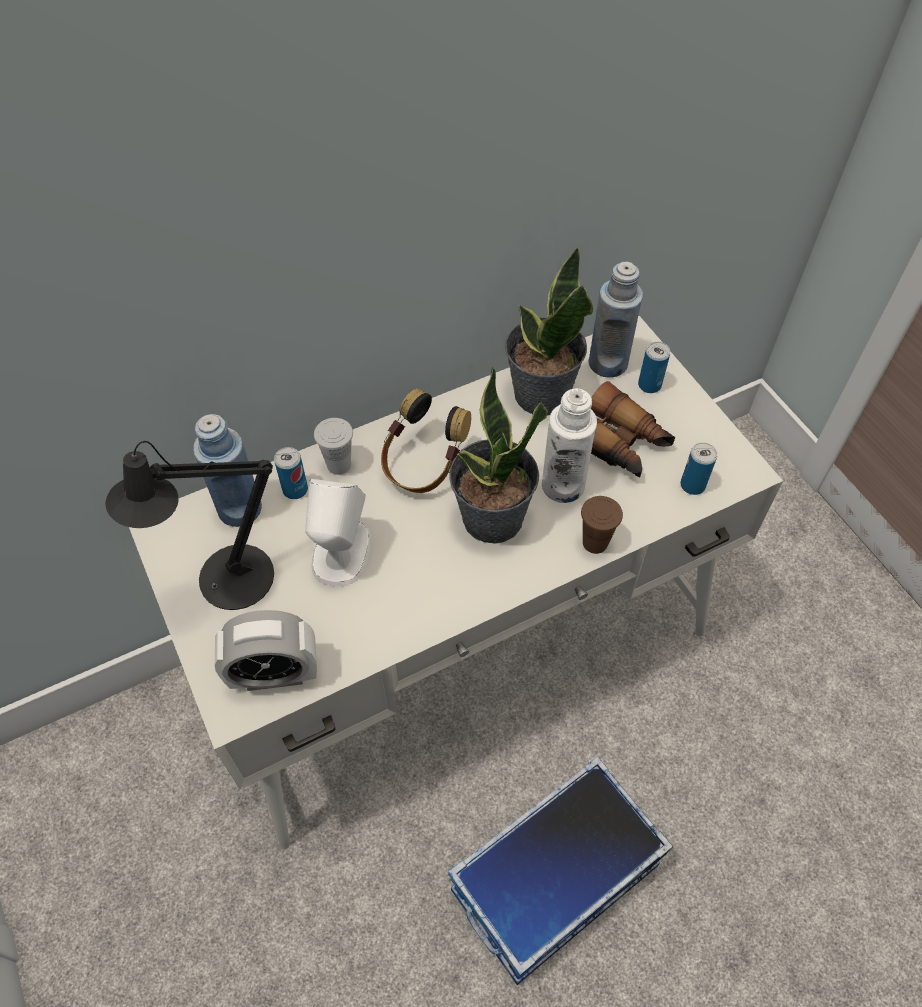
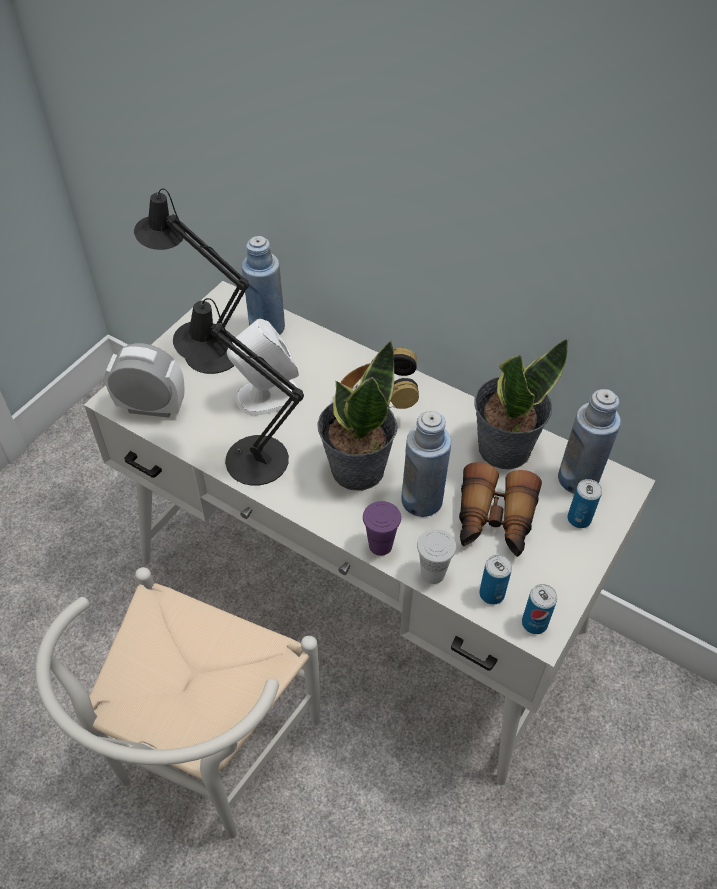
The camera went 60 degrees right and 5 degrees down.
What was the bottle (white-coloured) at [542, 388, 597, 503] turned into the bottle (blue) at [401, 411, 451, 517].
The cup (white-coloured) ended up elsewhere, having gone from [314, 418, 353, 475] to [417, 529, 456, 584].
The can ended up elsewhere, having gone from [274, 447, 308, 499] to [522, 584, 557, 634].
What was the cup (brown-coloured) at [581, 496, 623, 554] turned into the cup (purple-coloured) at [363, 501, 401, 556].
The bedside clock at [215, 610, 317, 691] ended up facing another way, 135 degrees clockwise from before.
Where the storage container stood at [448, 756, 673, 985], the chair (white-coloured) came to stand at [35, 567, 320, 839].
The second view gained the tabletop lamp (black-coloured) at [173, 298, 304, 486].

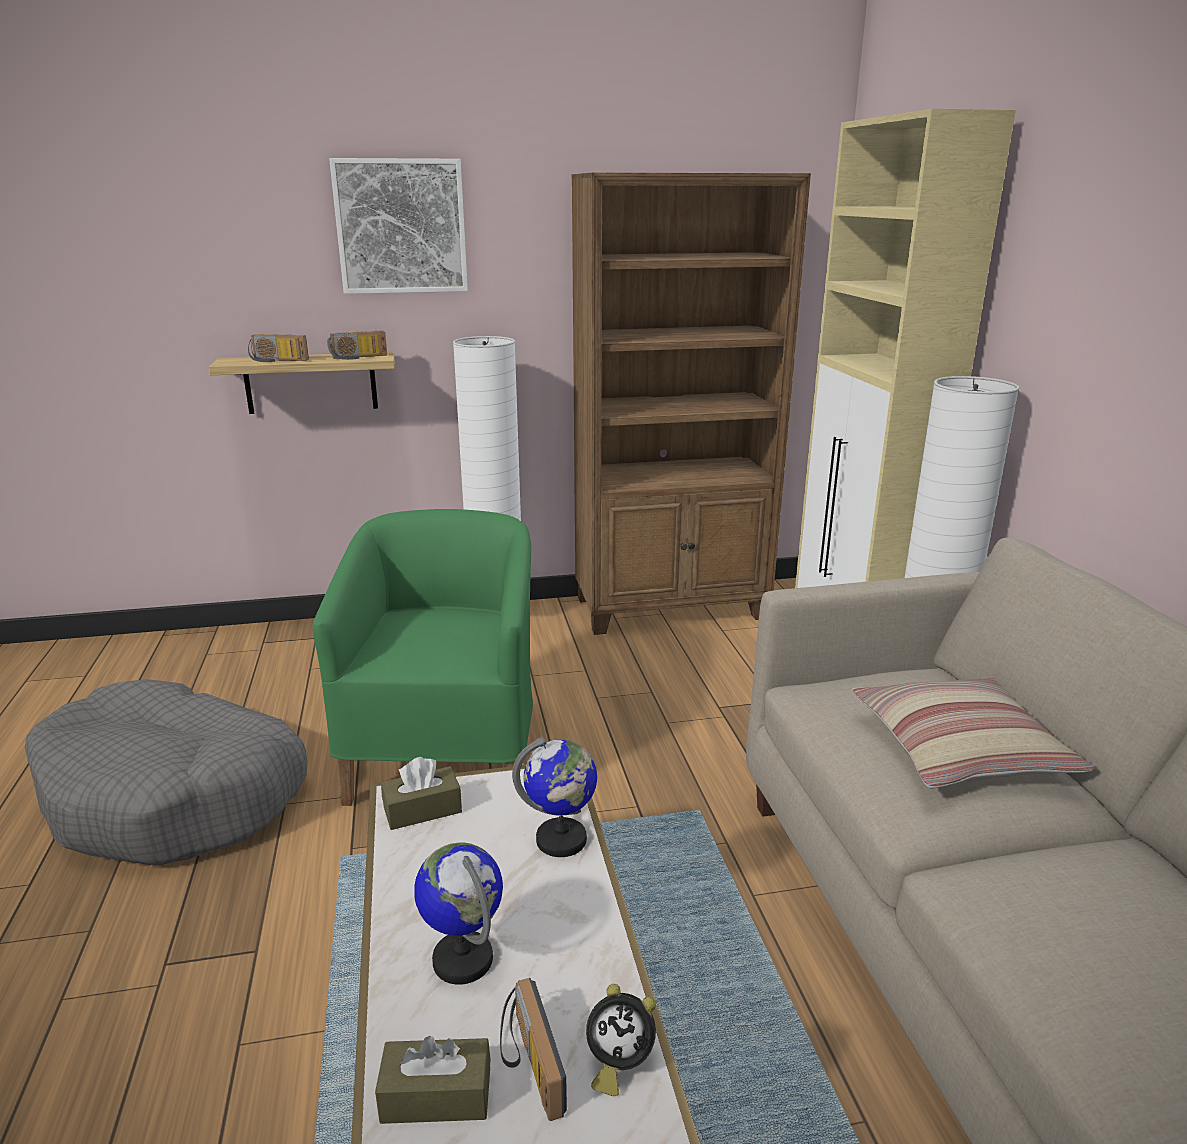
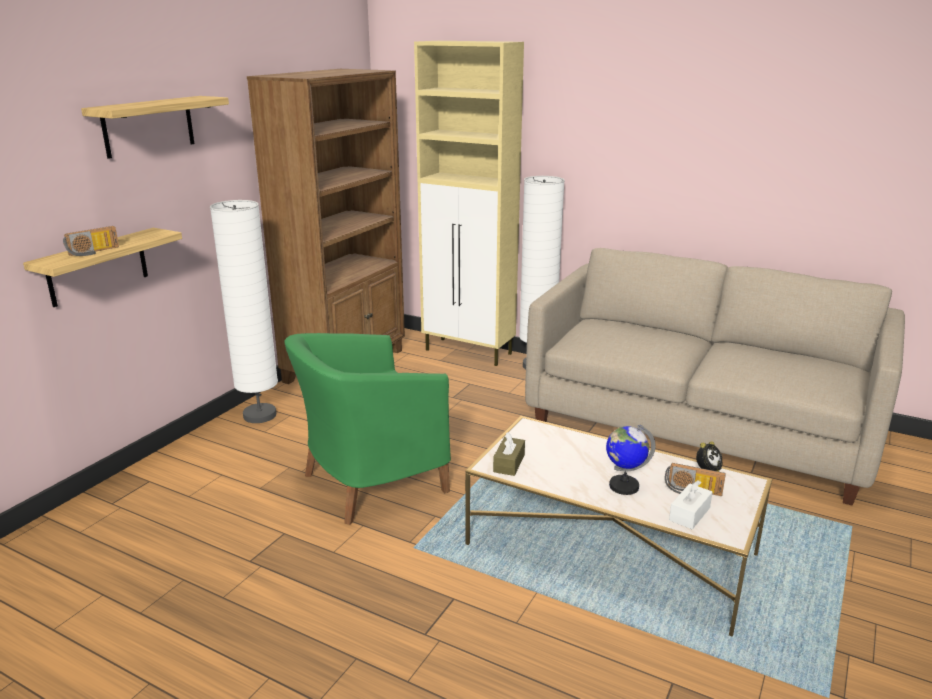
The camera went 50 degrees left and 0 degrees up.
Where the wall art hung at [329, 158, 468, 294], the wall shelf came to hang at [81, 96, 229, 159].
The second view lost the radio set at [327, 330, 387, 360].
The armchair (green-coloured) at [312, 509, 533, 806] ended up facing another way, 75 degrees counterclockwise from before.
The second view lost the throw pillow at [851, 677, 1095, 789].
The second view lost the dog bed (greyish) at [25, 679, 307, 866].
The second view lost the globe at [512, 737, 597, 857].
What was the box of tissues (brown-coloured) at [375, 1036, 491, 1124] turned into the box of tissues (white-coloured) at [669, 480, 712, 529].

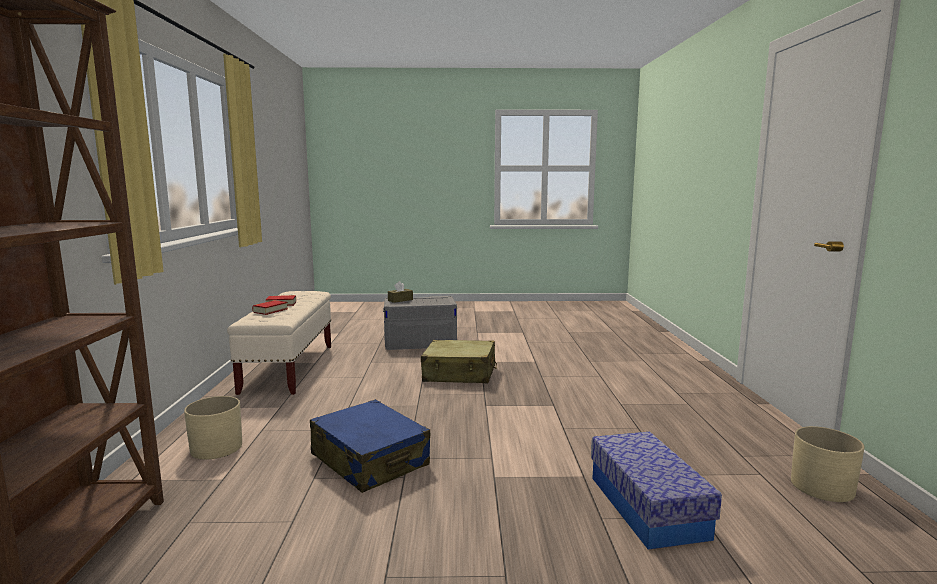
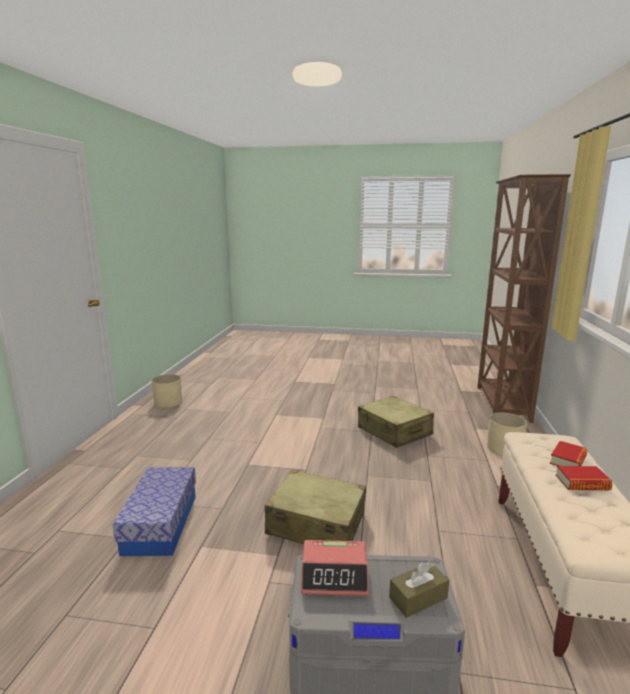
The camera went 170 degrees left and 5 degrees up.
What was the travel case (blue) at [310, 399, 430, 493] turned into the travel case (sand-coloured) at [358, 396, 434, 448].
The storage container ended up elsewhere, having gone from [591, 432, 722, 550] to [112, 467, 196, 556].
The second view gained the bedside clock at [301, 540, 369, 596].

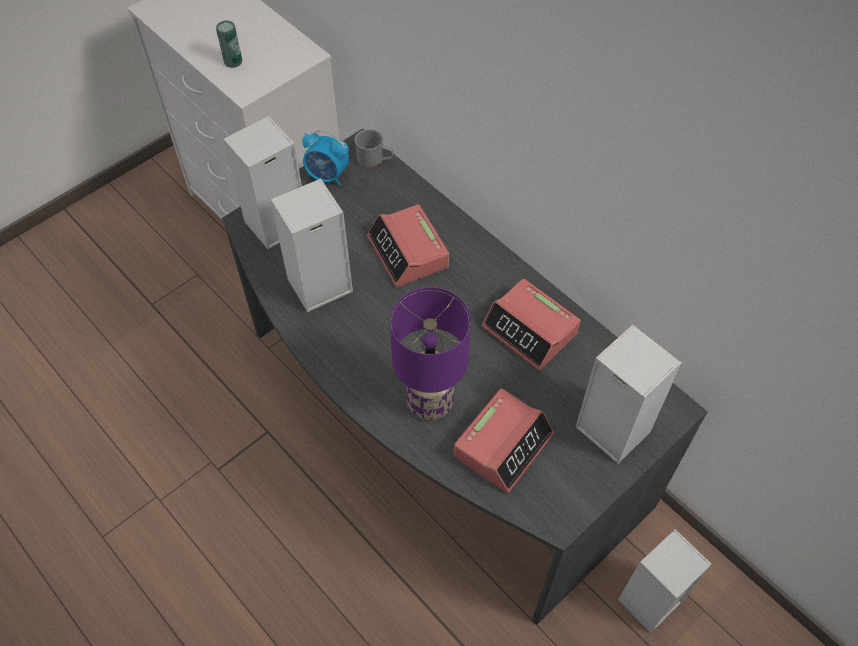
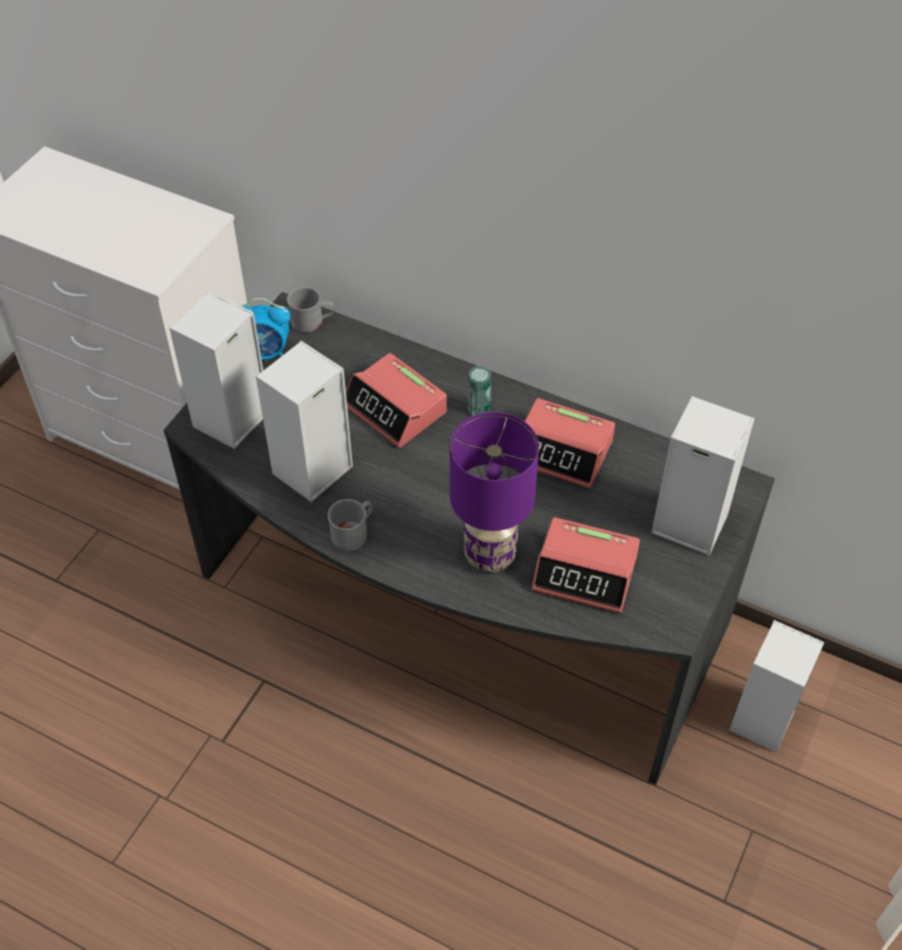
The camera went 20 degrees left and 5 degrees down.
The can ended up elsewhere, having gone from [216, 20, 242, 68] to [468, 366, 491, 416].
The bedside clock at [454, 389, 554, 493] ended up facing another way, 90 degrees clockwise from before.
The second view gained the coffee mug (greyish) at [328, 499, 373, 551].

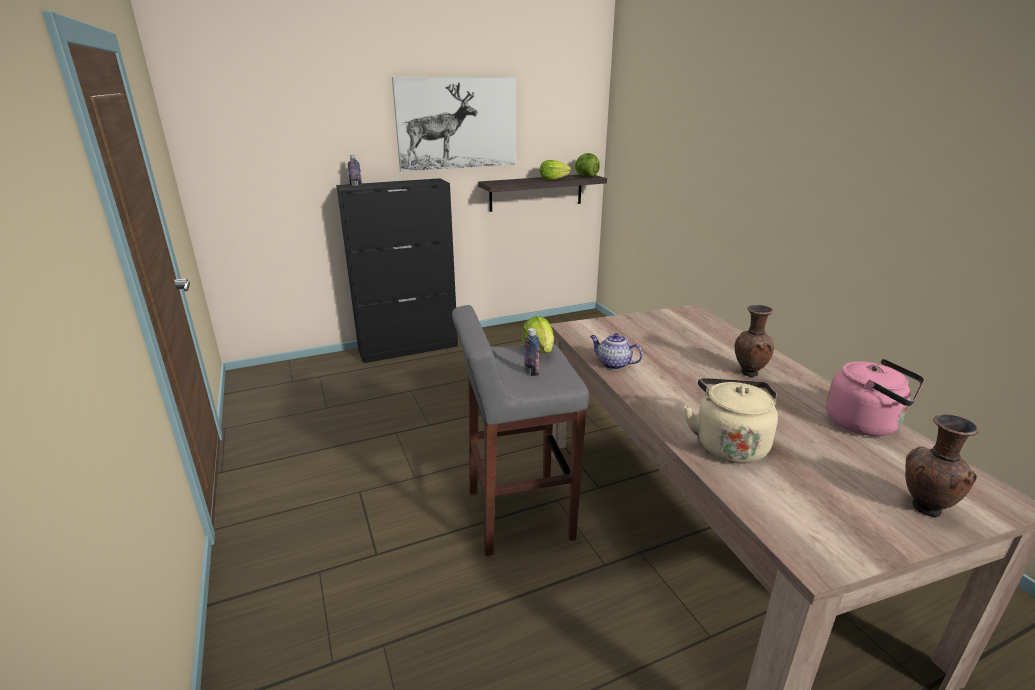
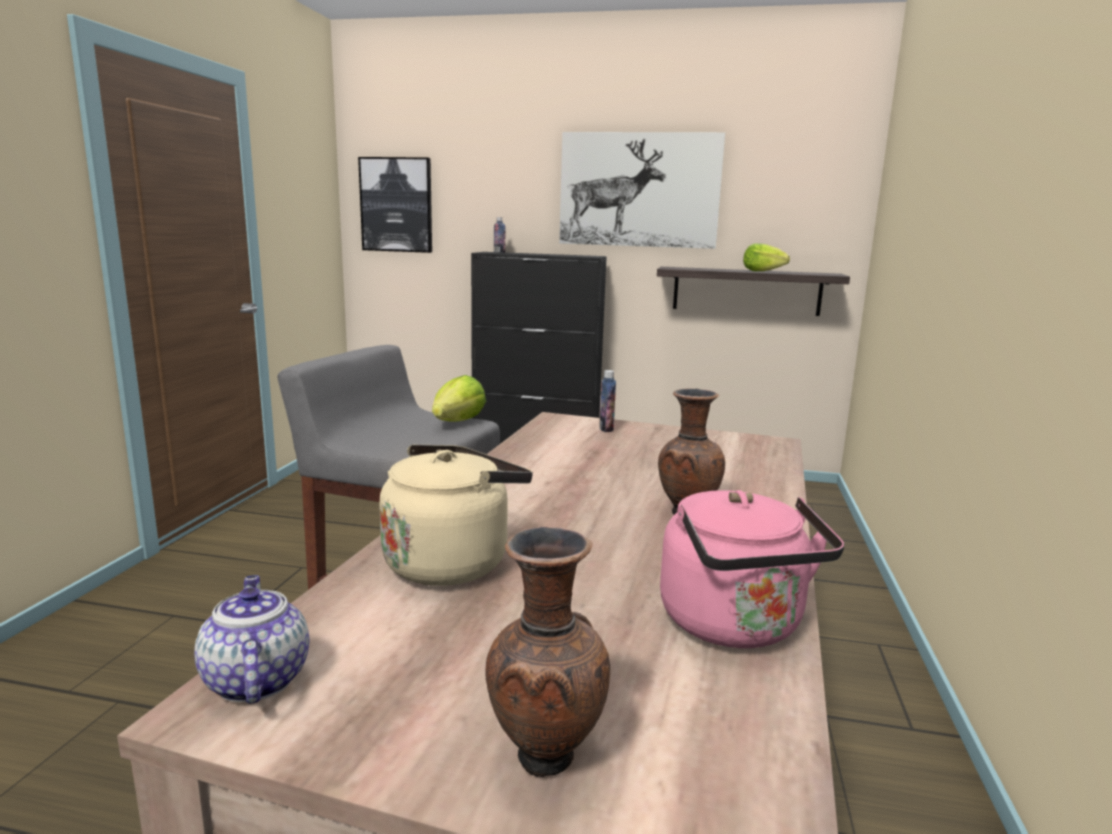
The camera went 35 degrees right and 10 degrees down.
The second view lost the lettuce at [573, 153, 600, 177].
The bottle ended up elsewhere, having gone from [524, 328, 539, 376] to [599, 370, 616, 432].
The teapot ended up elsewhere, having gone from [590, 333, 643, 370] to [194, 575, 310, 704].
The second view gained the wall art at [358, 157, 432, 253].

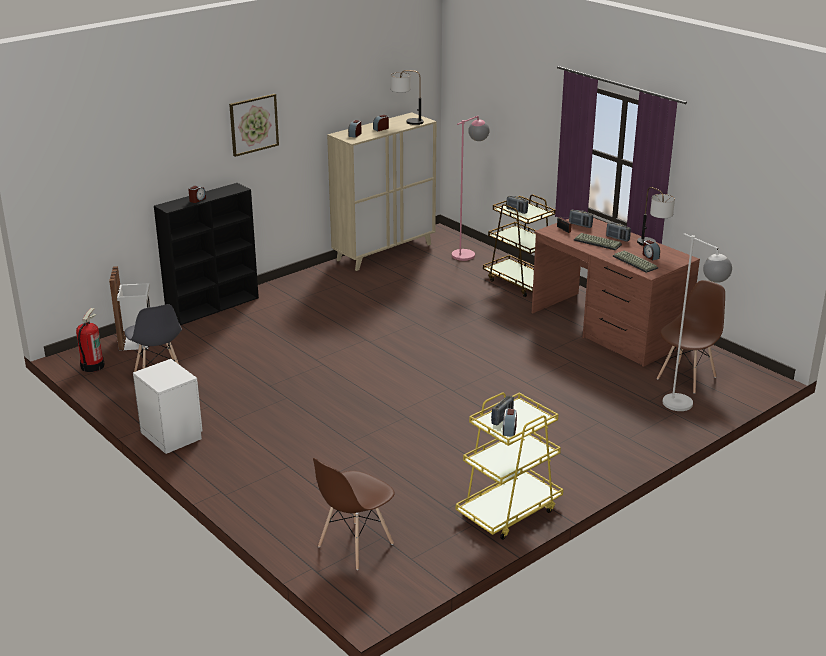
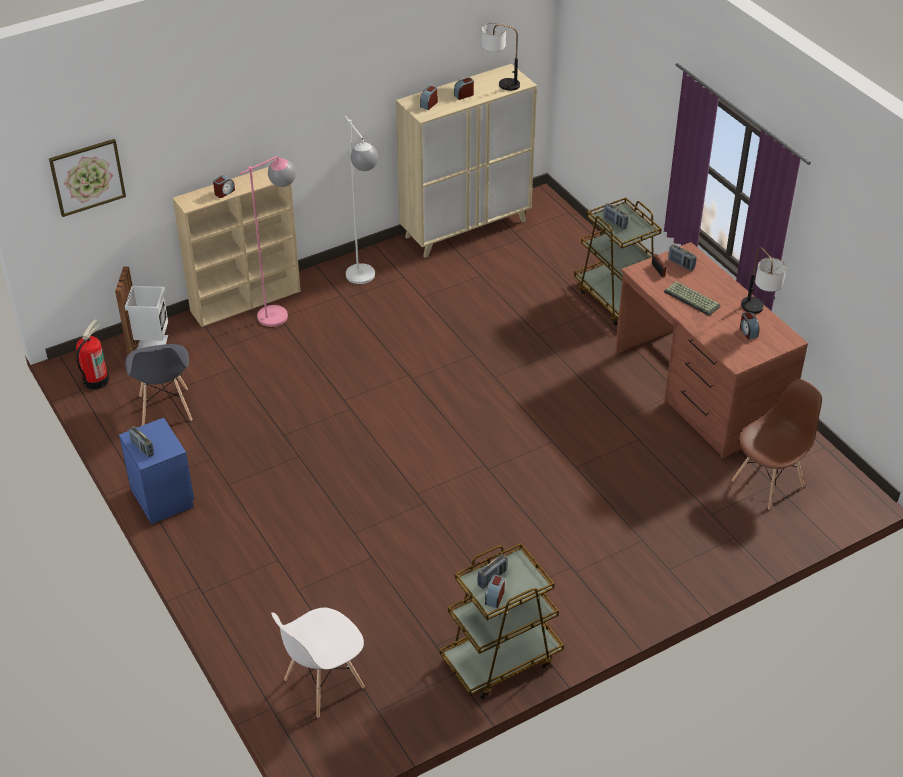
The camera went 10 degrees right and 15 degrees up.
The wall art ended up elsewhere, having gone from [229, 94, 279, 157] to [49, 139, 126, 217].
The floor lamp (pink-coloured) ended up elsewhere, having gone from [452, 116, 489, 261] to [240, 156, 296, 327].
What was the shelving unit (black-coloured) at [154, 183, 259, 325] turned into the shelving unit (sand-coloured) at [173, 167, 301, 327].
The radio set ended up elsewhere, having gone from [606, 222, 631, 242] to [129, 426, 154, 457].
The floor lamp (white-coloured) ended up elsewhere, having gone from [663, 233, 732, 411] to [345, 116, 378, 284].
The second view lost the computer keyboard at [613, 250, 658, 273].
What was the night table (white-coloured) at [133, 359, 203, 454] turned into the night table (blue) at [119, 418, 194, 524].
What was the cart (yellowish) at [456, 392, 563, 540] turned into the cart (brown-coloured) at [440, 543, 564, 699].
What was the chair (brown-coloured) at [313, 458, 395, 570] turned into the chair (white-coloured) at [271, 608, 365, 718].

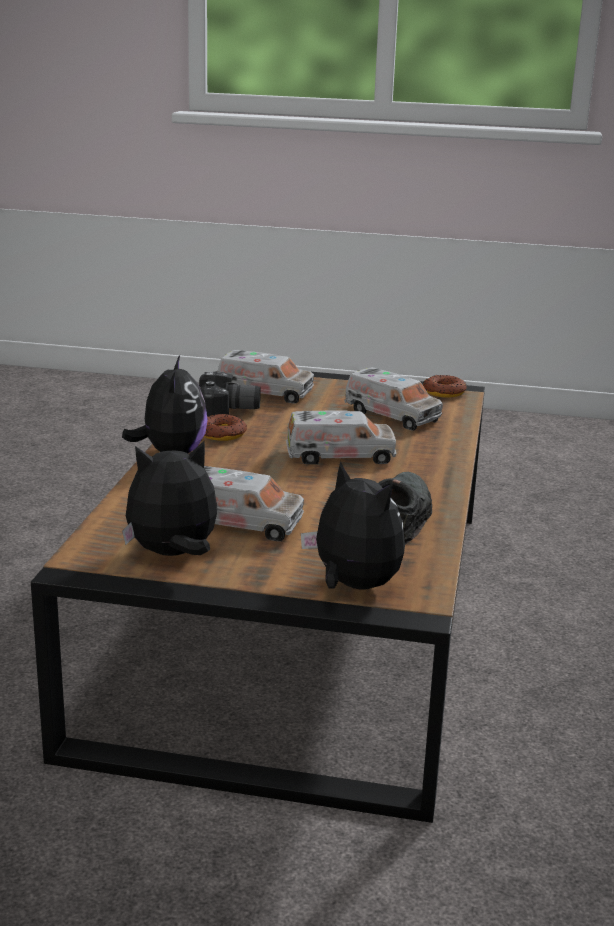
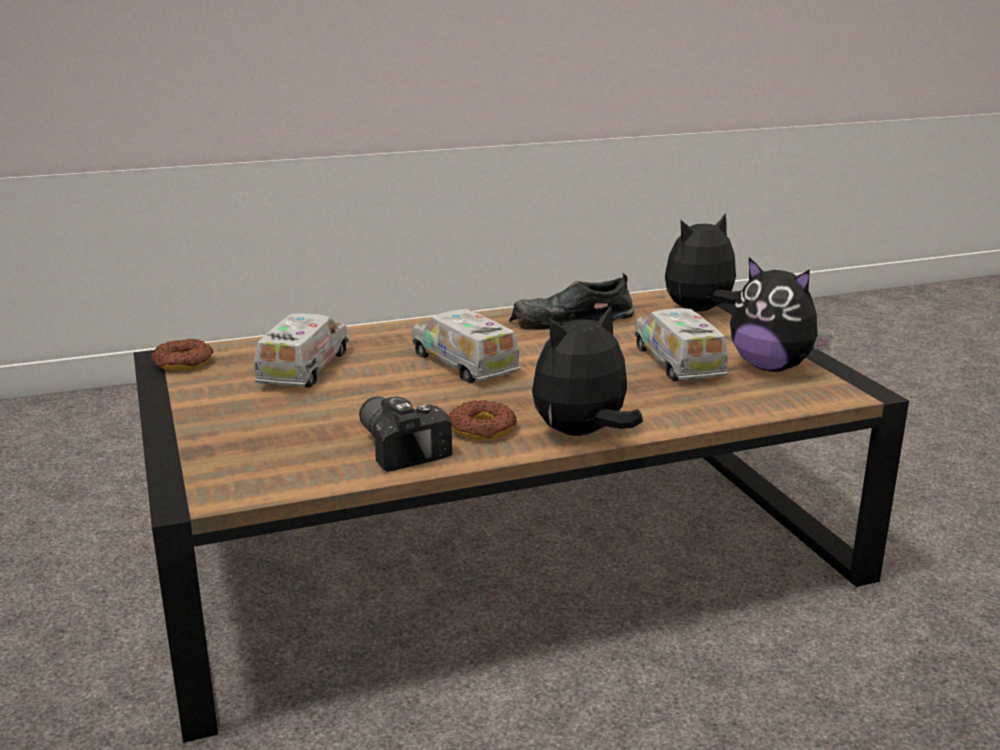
The camera went 120 degrees left and 0 degrees up.
The second view lost the toy truck at [218, 350, 314, 403].
The plush toy at [301, 461, 405, 590] ended up facing another way, 45 degrees clockwise from before.

